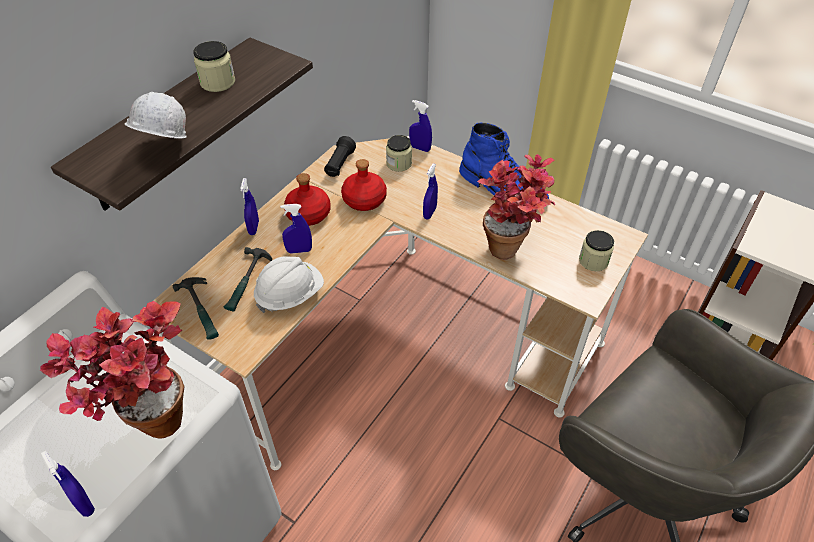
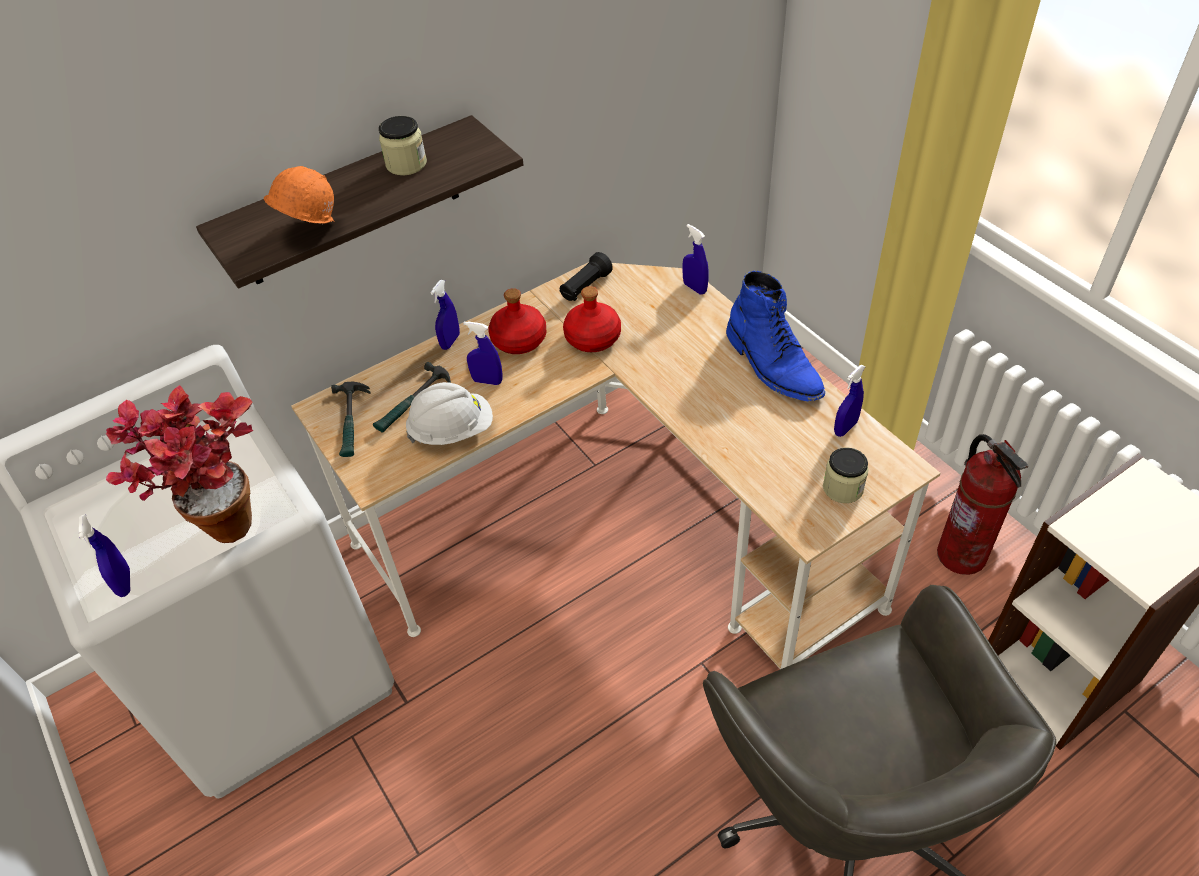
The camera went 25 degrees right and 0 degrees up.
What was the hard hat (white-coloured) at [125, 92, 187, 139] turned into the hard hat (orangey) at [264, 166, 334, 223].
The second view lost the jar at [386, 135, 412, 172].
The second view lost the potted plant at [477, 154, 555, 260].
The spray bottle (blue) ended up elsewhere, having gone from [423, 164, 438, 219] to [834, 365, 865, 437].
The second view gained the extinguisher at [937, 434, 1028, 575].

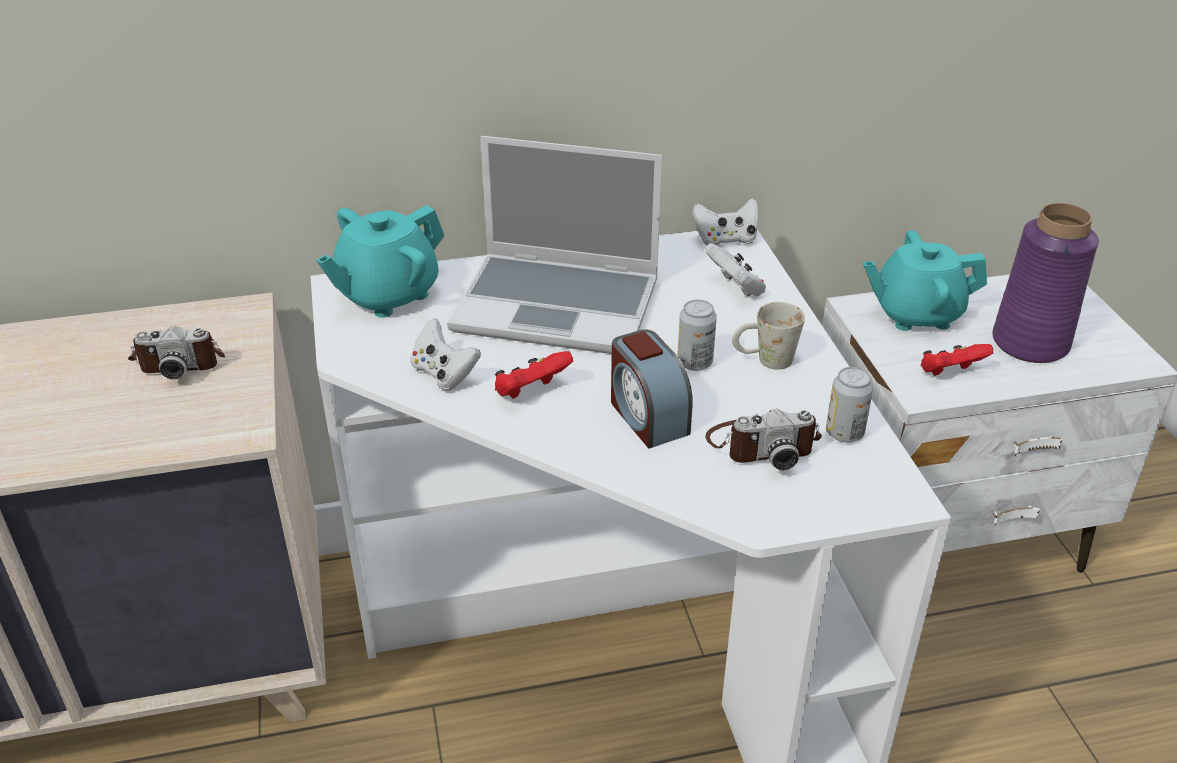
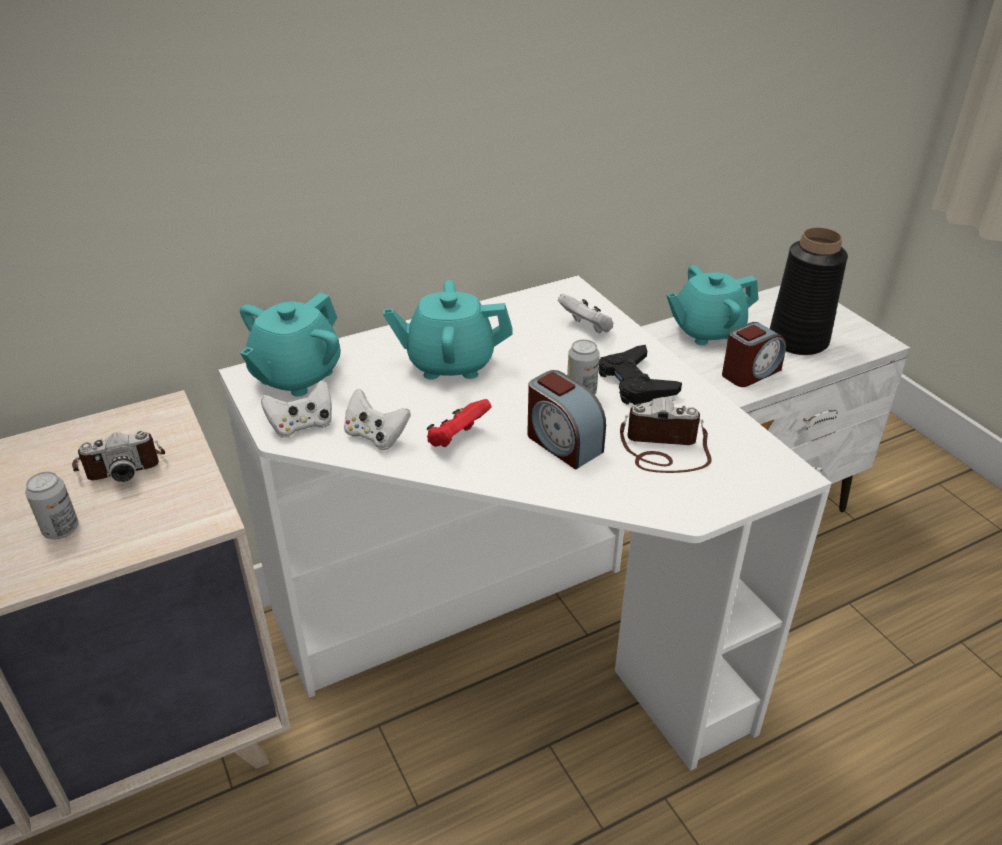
The camera went 15 degrees left and 0 degrees up.
Where the portable computer stood at [447, 136, 662, 354], the teapot (turquoise) came to stand at [383, 280, 513, 380].
The gamepad (white-coloured) ended up elsewhere, having gone from [693, 198, 759, 246] to [261, 380, 332, 438].
What was the decorative vase (purple-coloured) at [992, 203, 1099, 363] turned into the decorative vase (black-coloured) at [770, 227, 848, 355].
Where the coffee mug (white-coloured) stood at [732, 302, 805, 370], the gamepad (black-coloured) came to stand at [599, 345, 682, 405].
Where the gamepad (reddish) stood at [921, 344, 993, 376], the bedside clock came to stand at [722, 322, 786, 387].
The can ended up elsewhere, having gone from [826, 367, 874, 443] to [25, 472, 79, 539].
The photo camera at [705, 409, 822, 470] ended up facing another way, 150 degrees counterclockwise from before.

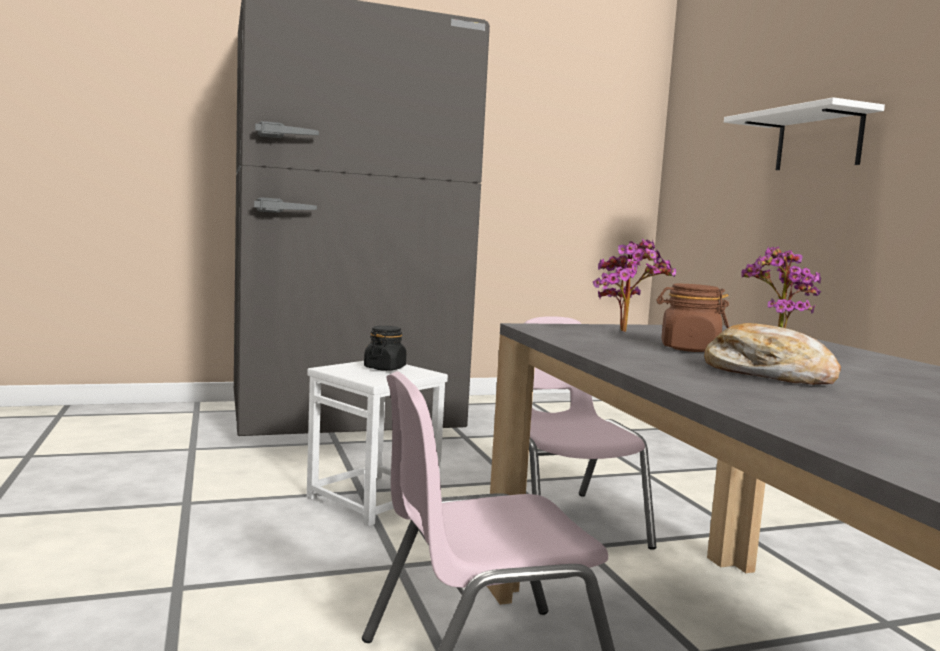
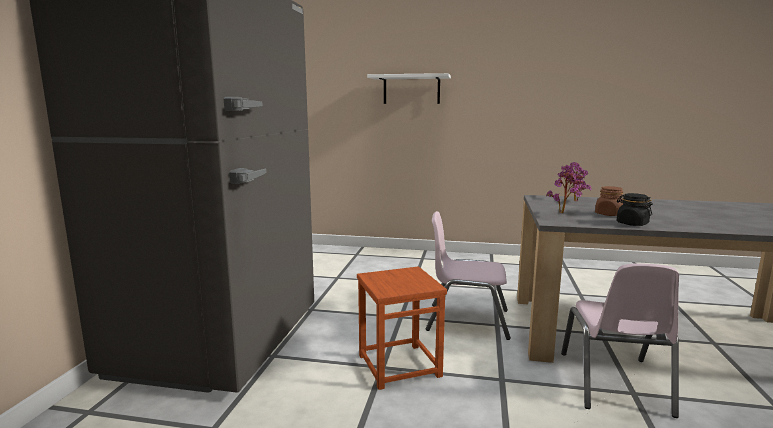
The camera went 60 degrees left and 5 degrees up.
The second view lost the baked bread at [704, 323, 841, 385].
The jar (black-coloured) ended up elsewhere, having gone from [364, 326, 406, 371] to [617, 193, 653, 226].
What was the stool (white-coloured) at [307, 361, 448, 526] turned into the stool (brown-coloured) at [357, 266, 447, 390].

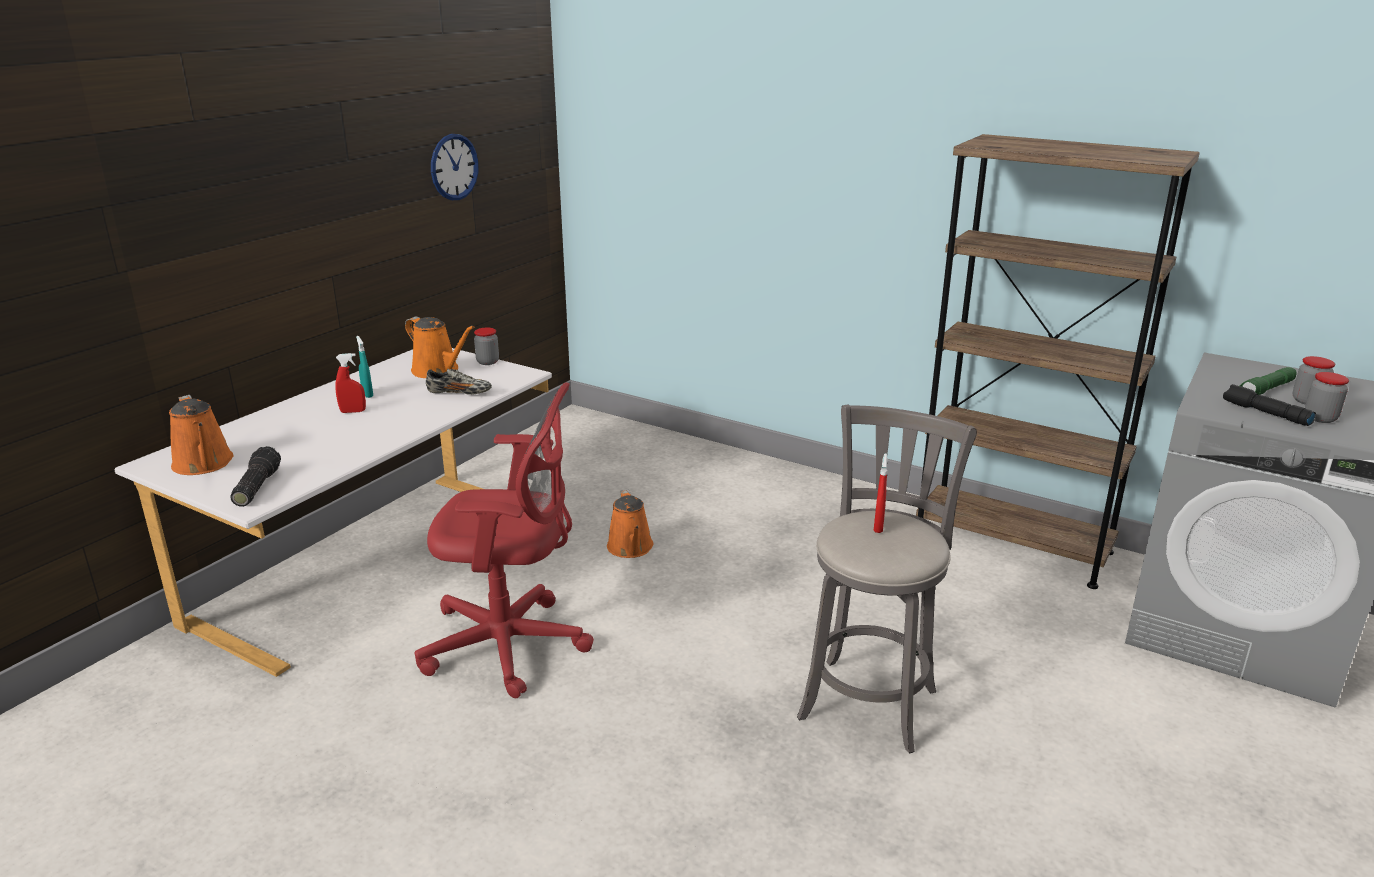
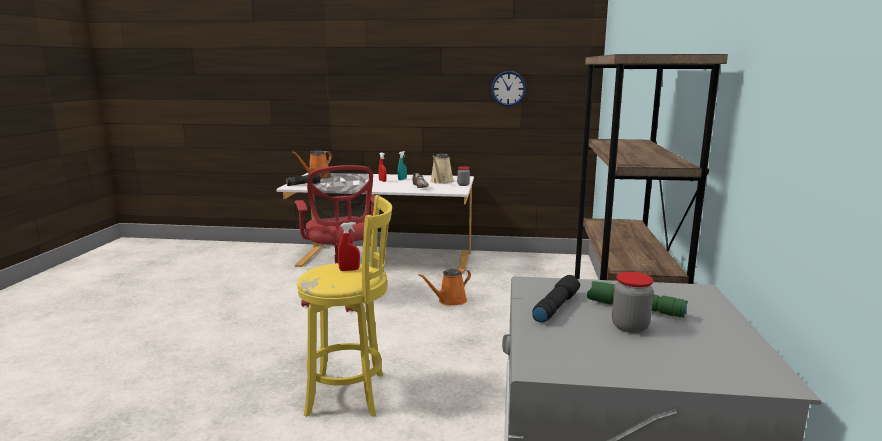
The camera went 65 degrees right and 10 degrees down.
What was the sprinkling can (orangey) at [405, 317, 474, 378] turned into the sprinkling can (sand-coloured) at [430, 154, 454, 184].
The second view lost the jar at [1305, 372, 1349, 423].
What was the stool (greyish) at [797, 404, 977, 754] turned into the stool (yellowish) at [297, 195, 392, 417].

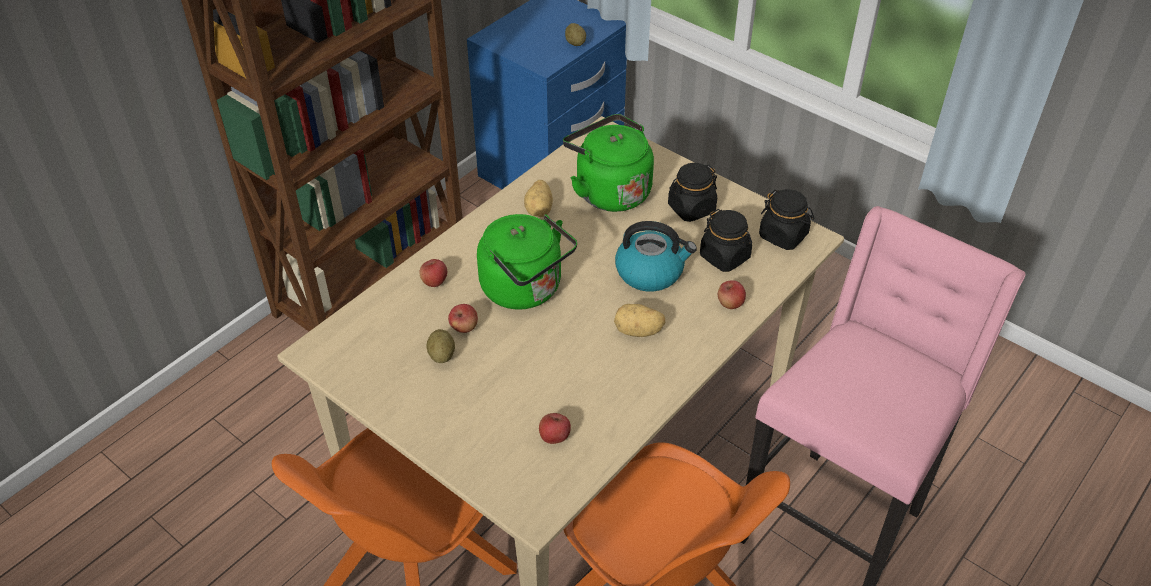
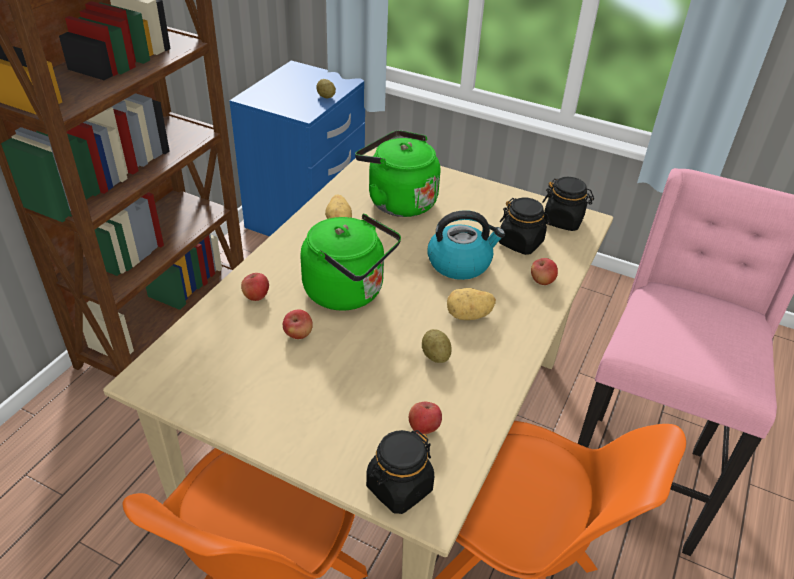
The camera went 15 degrees left and 5 degrees down.
The jar (black-coloured) ended up elsewhere, having gone from [668, 163, 717, 222] to [366, 430, 434, 514].
The potato ended up elsewhere, having gone from [426, 329, 455, 363] to [422, 329, 451, 363].

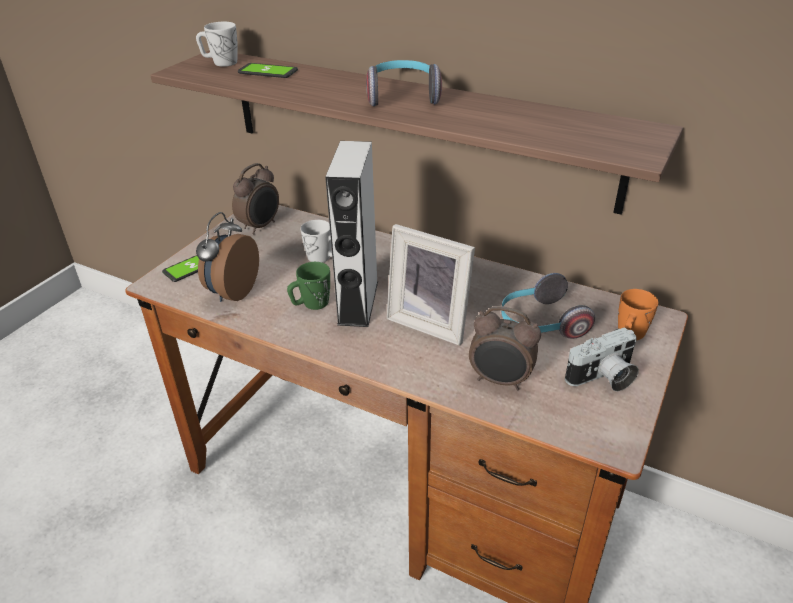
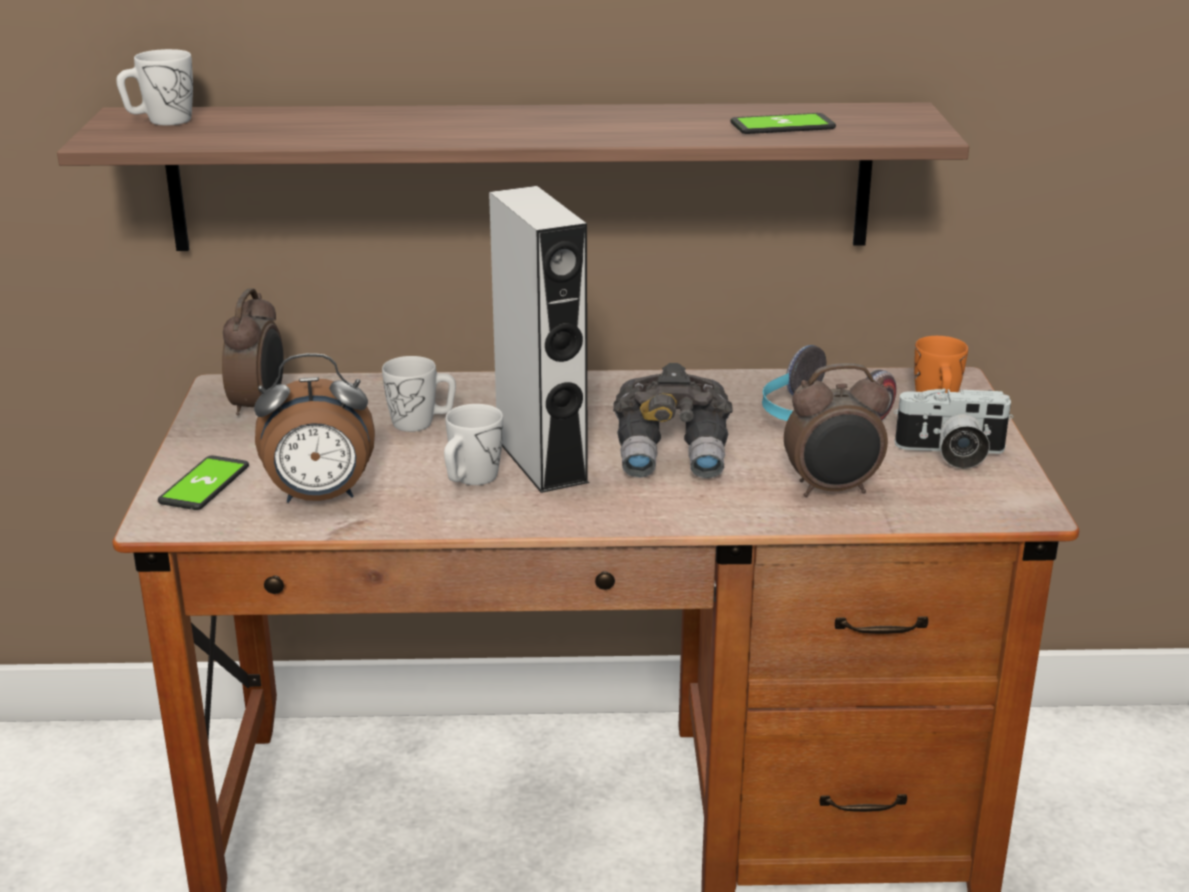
The camera went 30 degrees left and 10 degrees down.
The second view lost the pair of headphones at [366, 60, 442, 106].
The telephone ended up elsewhere, having gone from [238, 63, 298, 78] to [730, 113, 836, 134].
The bedside clock at [196, 212, 259, 302] ended up facing another way, 90 degrees counterclockwise from before.
Where the standing frame stood at [387, 224, 475, 346], the binoculars (greyish) came to stand at [613, 363, 733, 479].
What was the coffee mug (green-coloured) at [287, 262, 330, 310] turned into the coffee mug (white-coloured) at [444, 404, 503, 485].
The photo camera at [565, 327, 639, 391] ended up facing another way, 60 degrees clockwise from before.

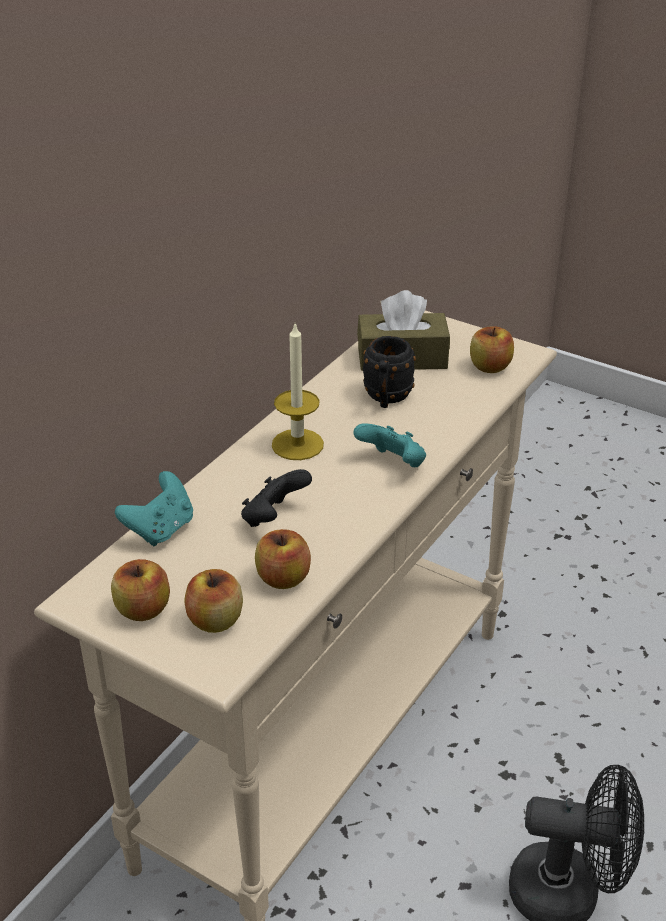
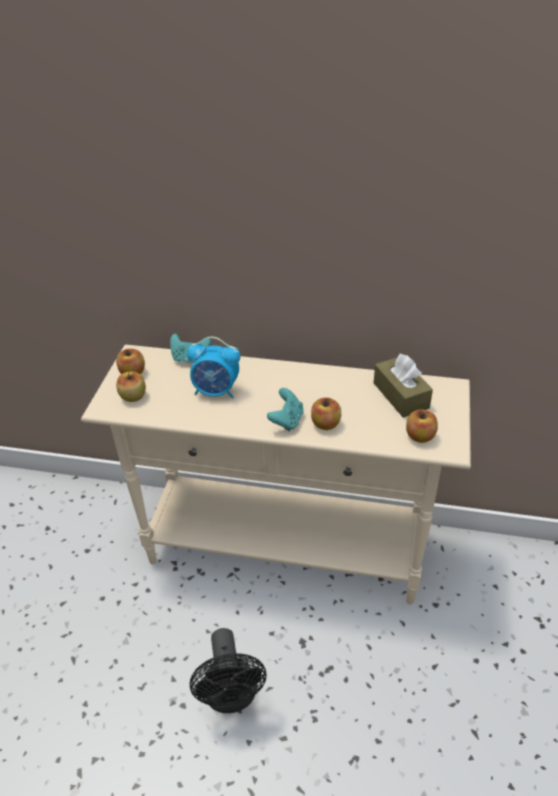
The camera went 70 degrees right and 5 degrees up.
The second view lost the wax light at [272, 322, 324, 460].
The second view lost the coffee mug (black-coloured) at [363, 336, 416, 408].
Where the gamepad (black-coloured) stood at [241, 469, 312, 527], the bedside clock came to stand at [187, 337, 240, 398].
The apple ended up elsewhere, having gone from [255, 529, 311, 589] to [311, 398, 341, 430].

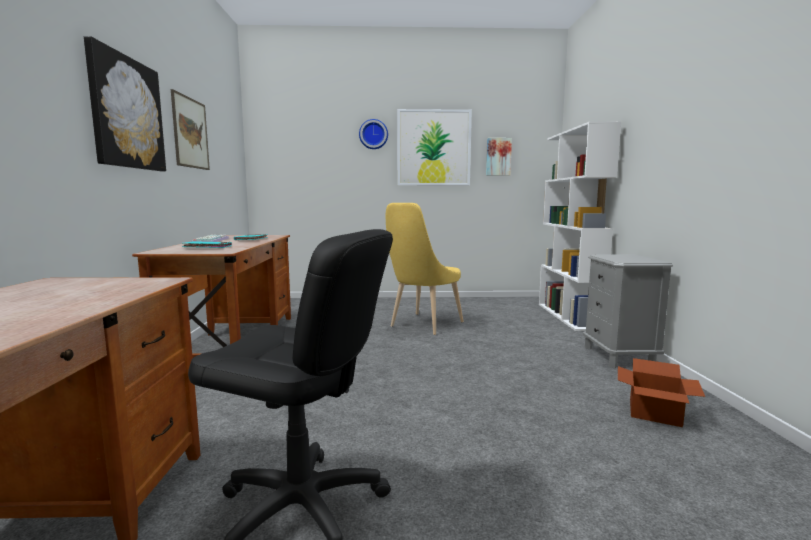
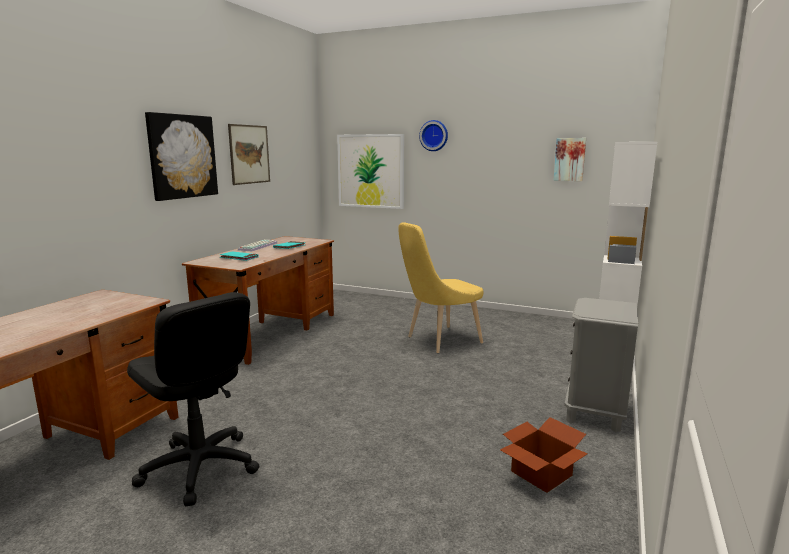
The camera went 25 degrees right and 5 degrees up.
The wall art ended up elsewhere, having gone from [397, 109, 472, 185] to [337, 134, 404, 209].

